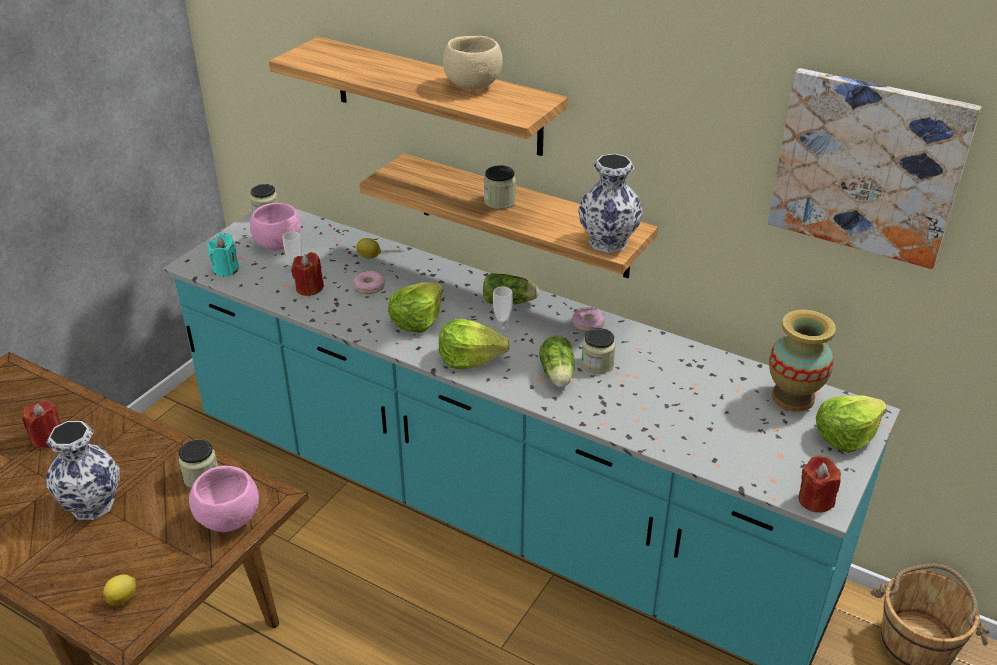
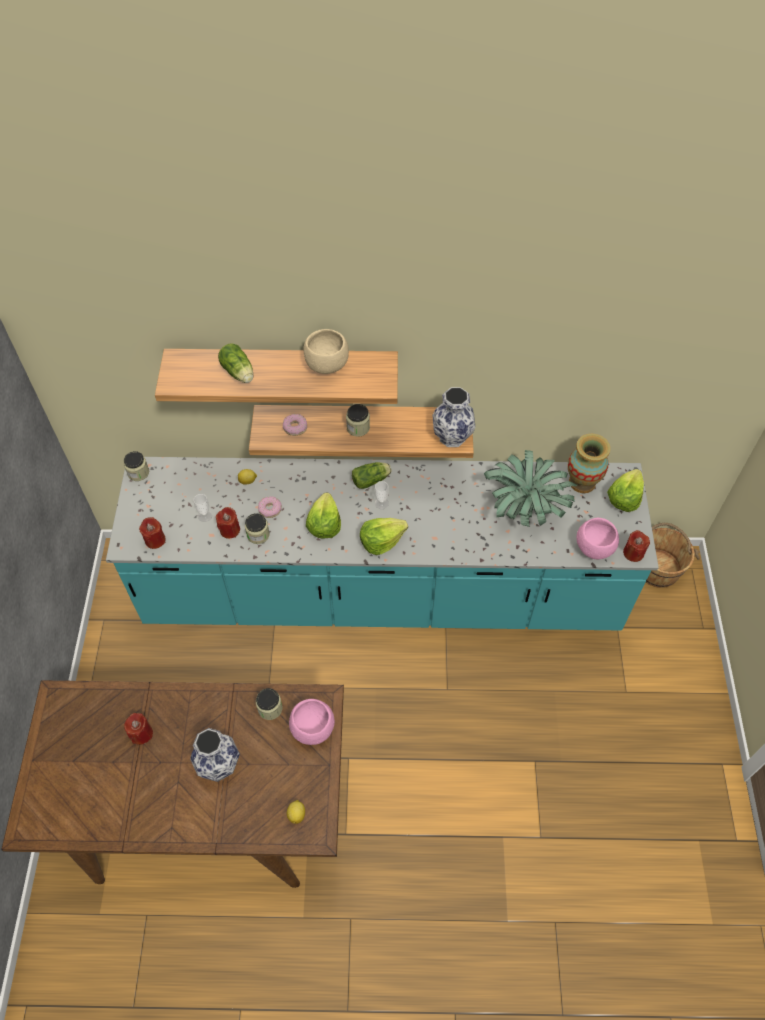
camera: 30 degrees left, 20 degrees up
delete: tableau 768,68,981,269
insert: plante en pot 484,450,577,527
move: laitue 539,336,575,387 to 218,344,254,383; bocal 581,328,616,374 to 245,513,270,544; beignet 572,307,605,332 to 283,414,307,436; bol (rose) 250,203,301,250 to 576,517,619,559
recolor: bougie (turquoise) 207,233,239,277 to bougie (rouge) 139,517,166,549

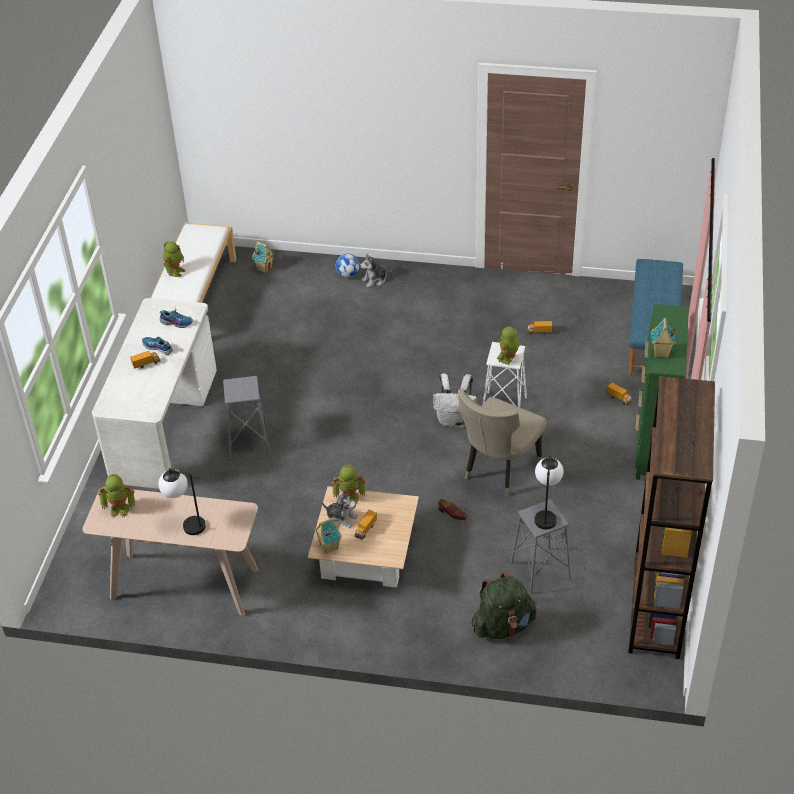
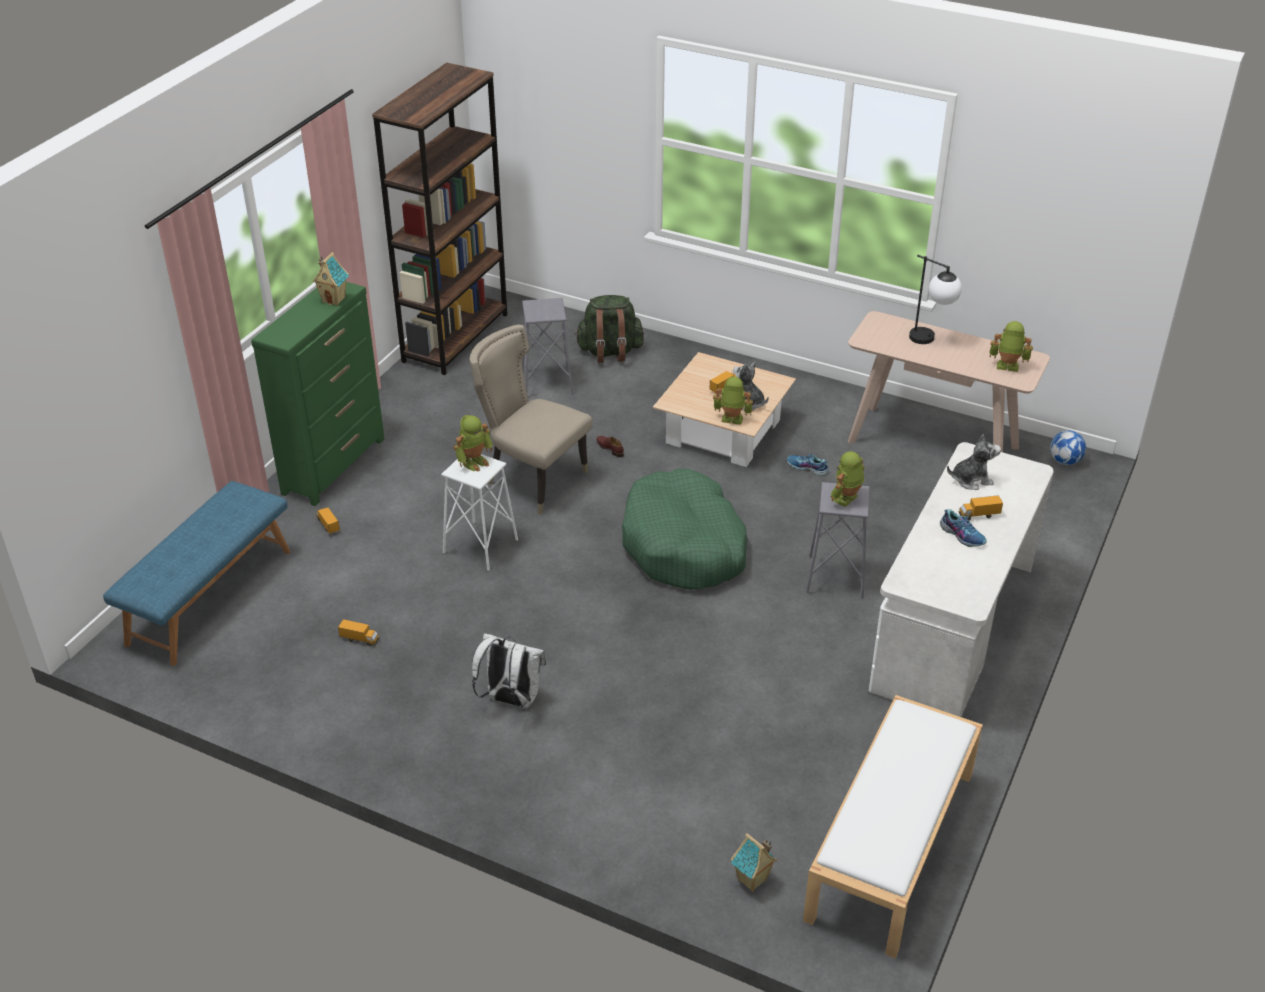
camera: 165 degrees left, 5 degrees down
delete: maison miniature 314,517,342,554; lampe de table 535,456,563,530
insert: panier pour chien (vert) 622,469,748,590
move: sac à dos (blanc) 433,373,477,428 to 472,633,546,708; chaussure 160,308,193,328 to 787,454,829,476; robot jouet 163,241,185,277 to 830,451,865,507; peluche 360,253,390,287 to 947,434,1001,490; ballon de foot 336,254,360,278 to 1050,430,1086,465
rotate: chaise (beige) 458,389,547,497 = 470,325,593,515 105 degrees counterclockwise

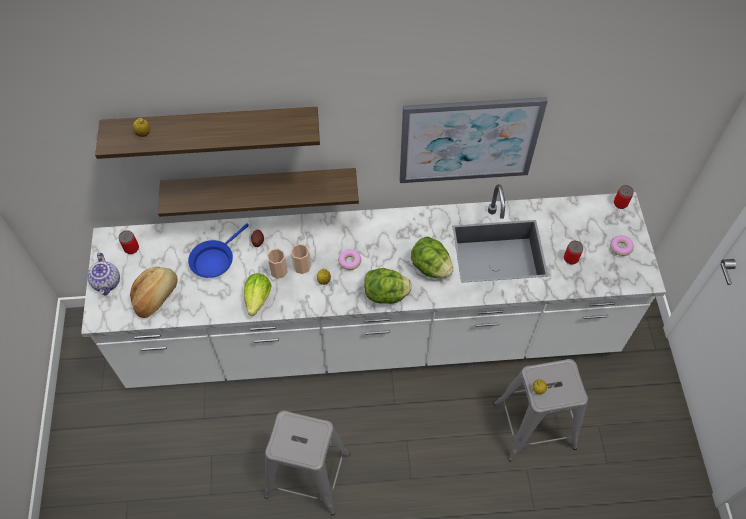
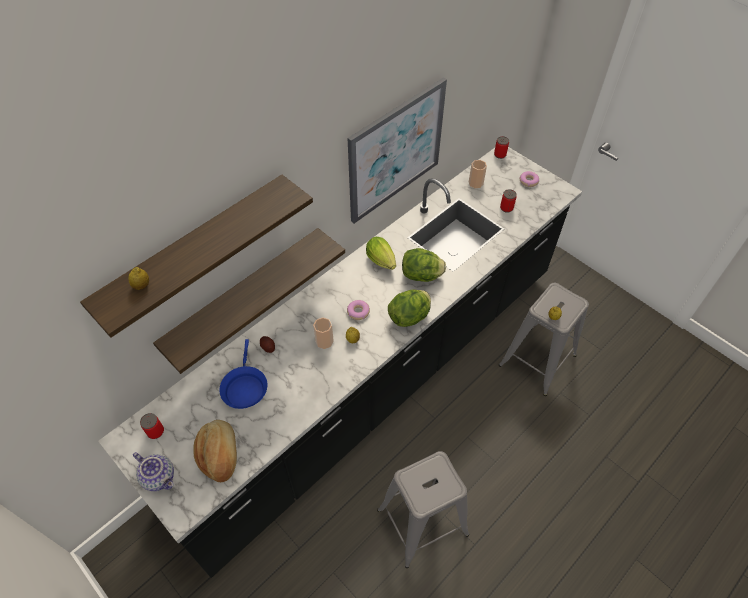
camera: 40 degrees left, 5 degrees down
move: laitue 244,273,272,316 to 366,237,396,270; tasse 267,248,288,279 to 469,160,487,188
recolor: comptoir de cuisine (blanc) 81,184,666,388 to comptoir de cuisine (noir) 98,147,582,578

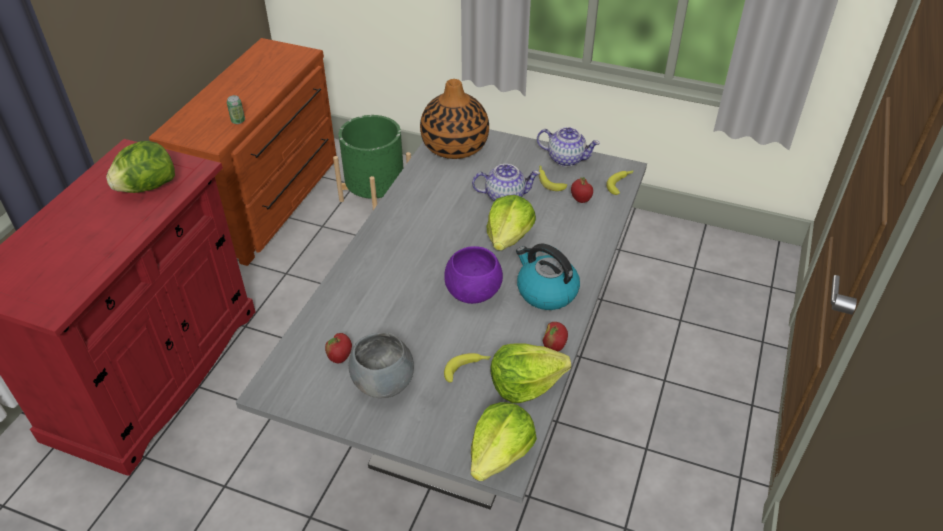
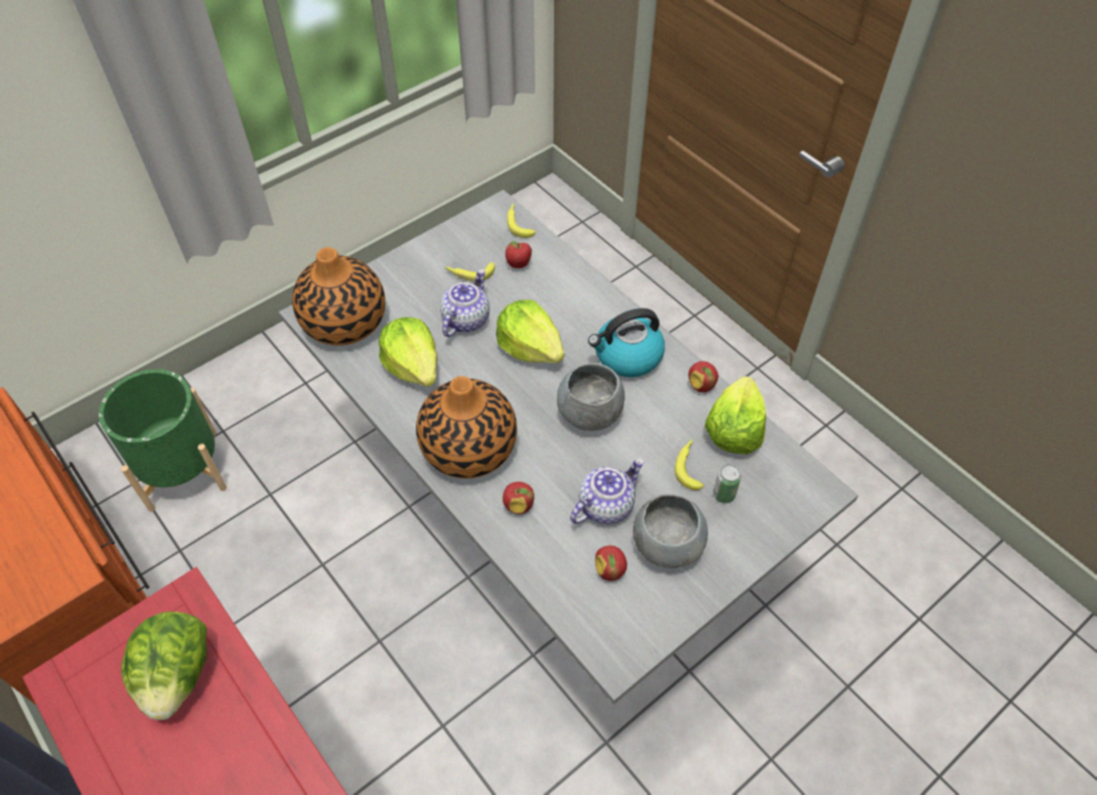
camera: 60 degrees left, 10 degrees up
insert: vase 416,376,517,479; pomme 503,482,534,514
move: laitue 471,402,537,481 to 379,317,437,387; théière 537,127,600,167 to 570,458,644,524; boîte métallique 227,95,245,124 to 713,464,741,503
recolor: bol (violet) 444,246,503,304 to bol (gris) 557,363,625,431

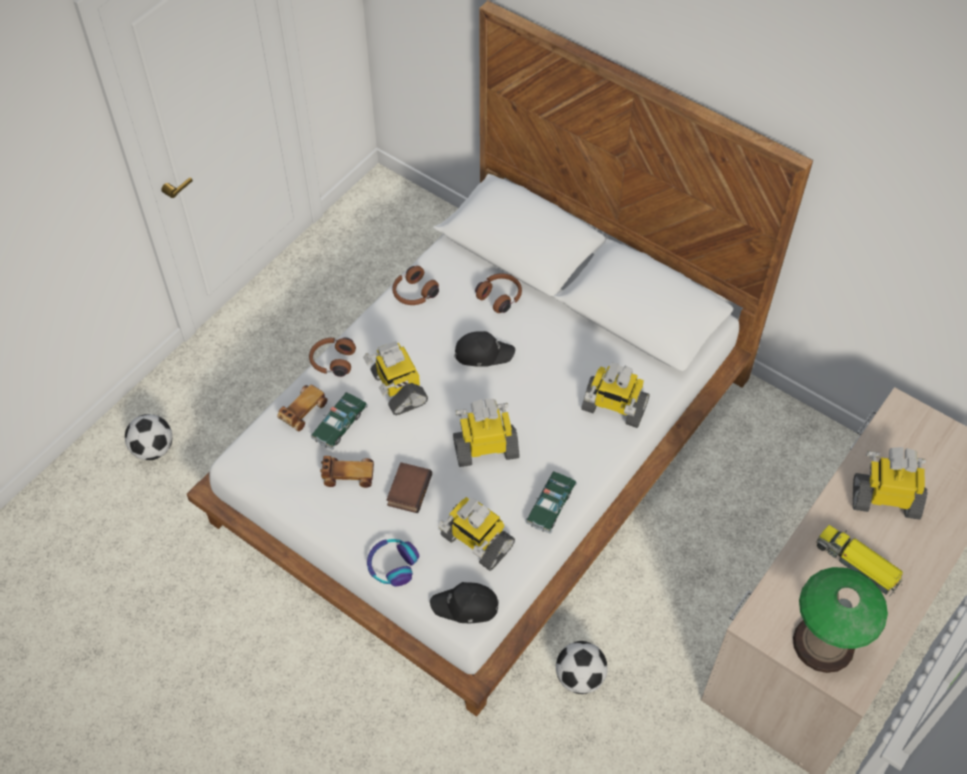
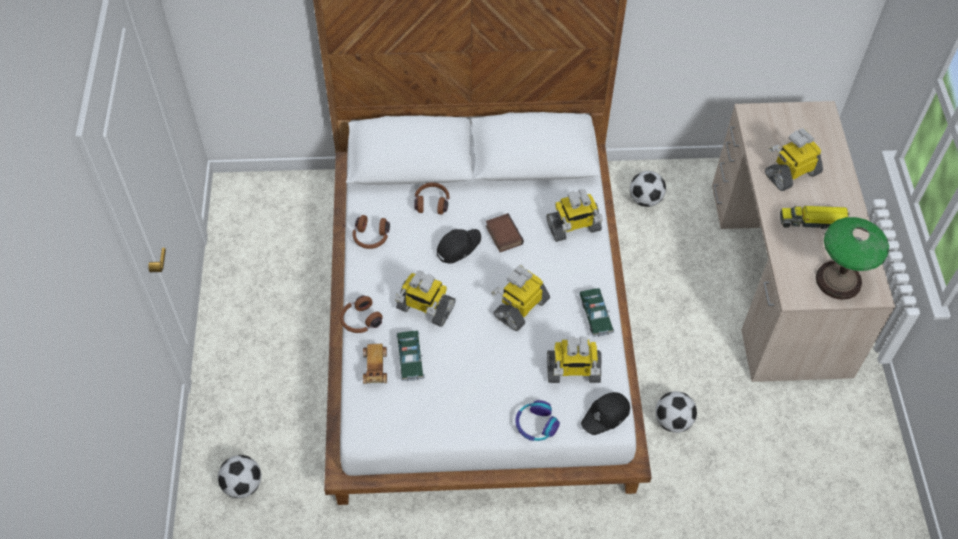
camera: 40 degrees left, 0 degrees up
delete: petite voiture 320,456,374,488
insert: ballon de foot 630,171,666,207
move: livre 387,462,432,513 to 486,213,524,252

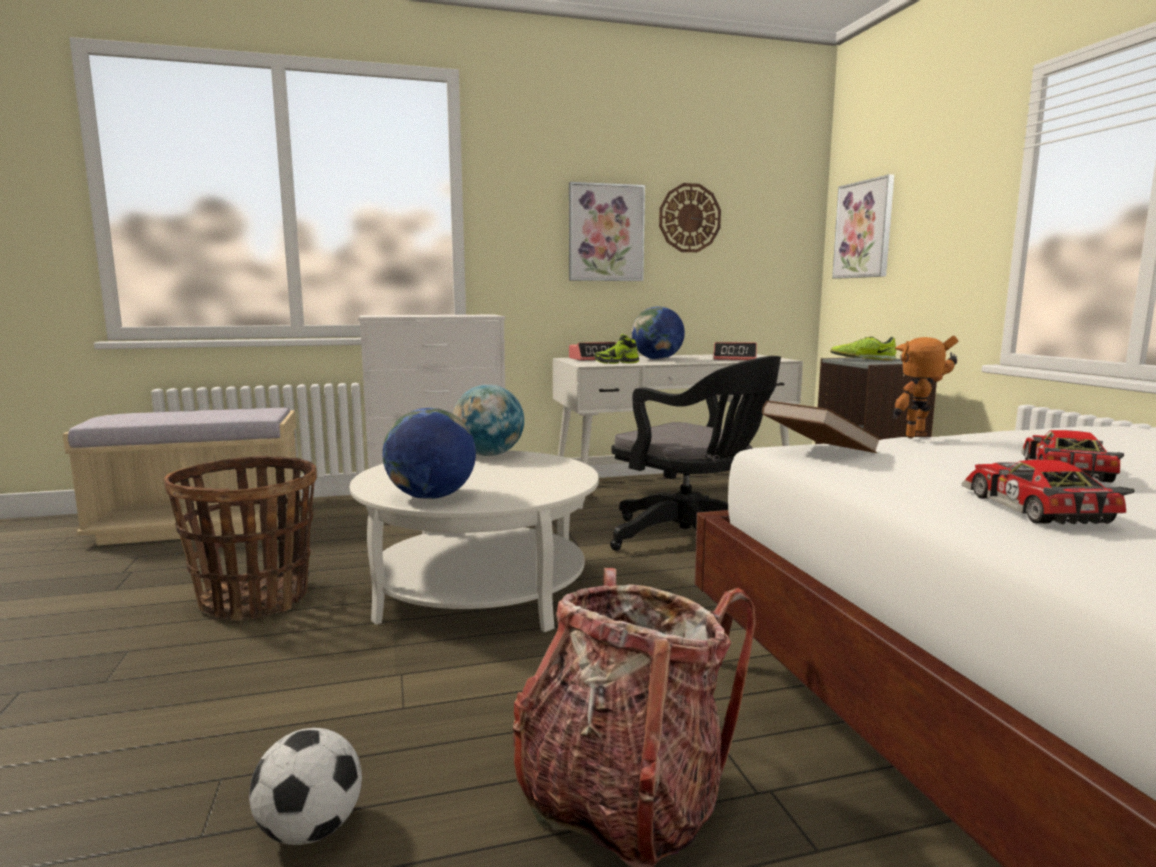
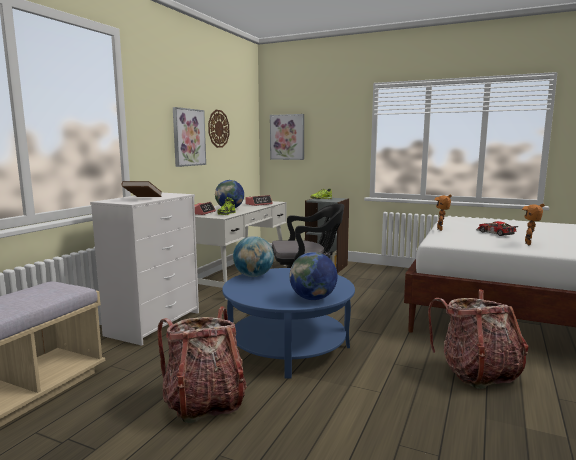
camera: 50 degrees left, 0 degrees up
delete: ballon de foot 249,728,362,845
move: livre (marron) 762,400,881,453 to 122,181,162,197
replace: panier 164,456,317,621 to sac à dos 157,306,247,423; petite voiture 961,459,1135,524 to robot jouet 522,204,545,245
recolor: table basse (blanc) 350,450,599,632 to table basse (bleu) 222,268,355,378

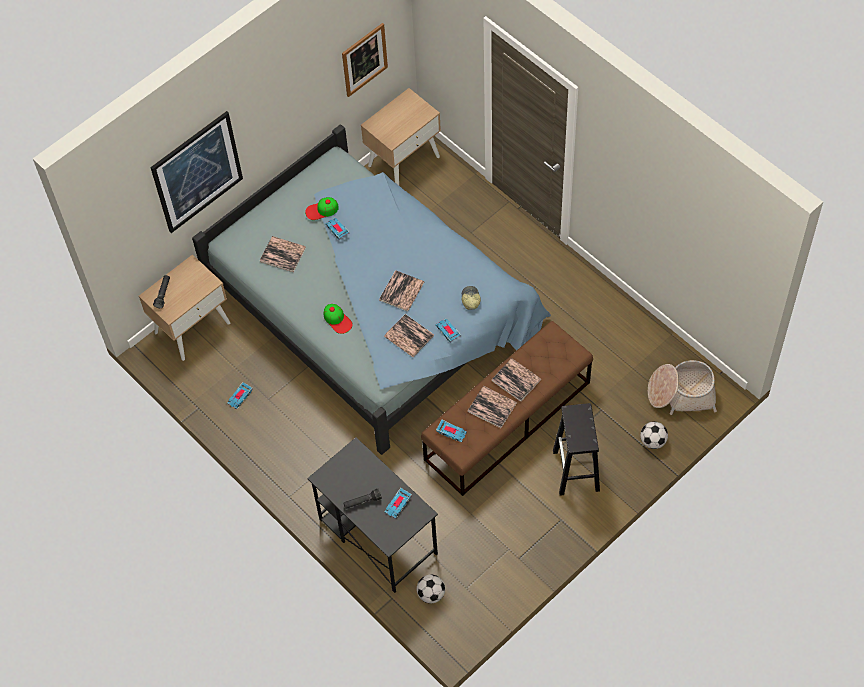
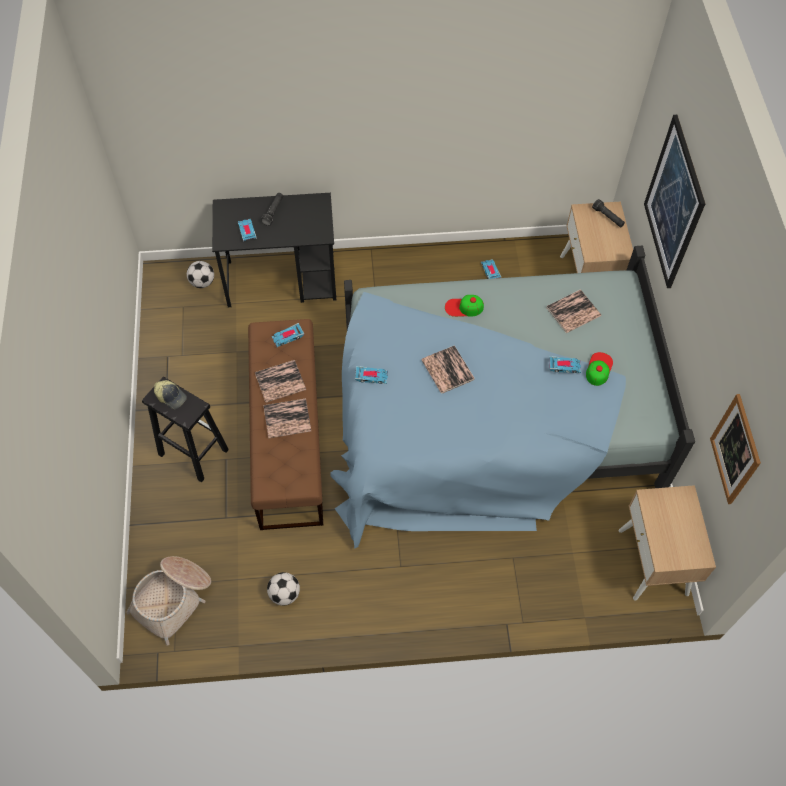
camera: 125 degrees right, 0 degrees up
delete: livre 384,314,434,357
move: casquette 461,286,481,310 to 154,380,187,409; ballon de foot 640,422,668,449 to 267,572,300,606

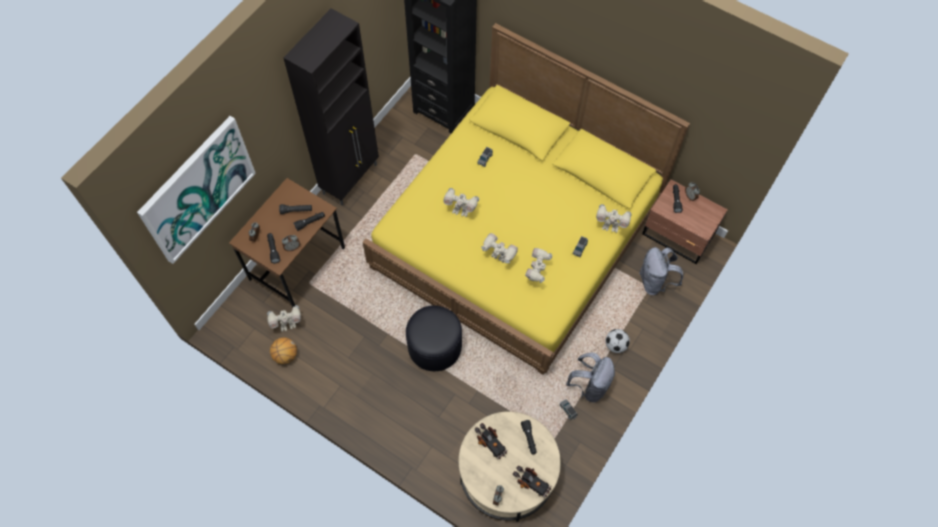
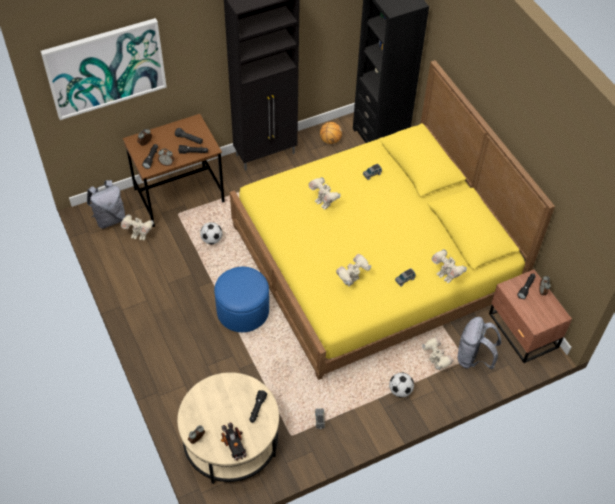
camera: 30 degrees right, 10 degrees down
delete: camion jouet 475,423,508,459
insert: ballon de foot 200,222,222,244
move: sac à dos (gris) 566,353,615,402 to 87,180,126,229; ballon de basket 270,337,297,364 to 320,122,342,144; robot jouet 481,233,518,263 to 422,337,454,370
recolor: pouf (noir) 406,305,462,371 to pouf (bleu) 214,267,269,332

